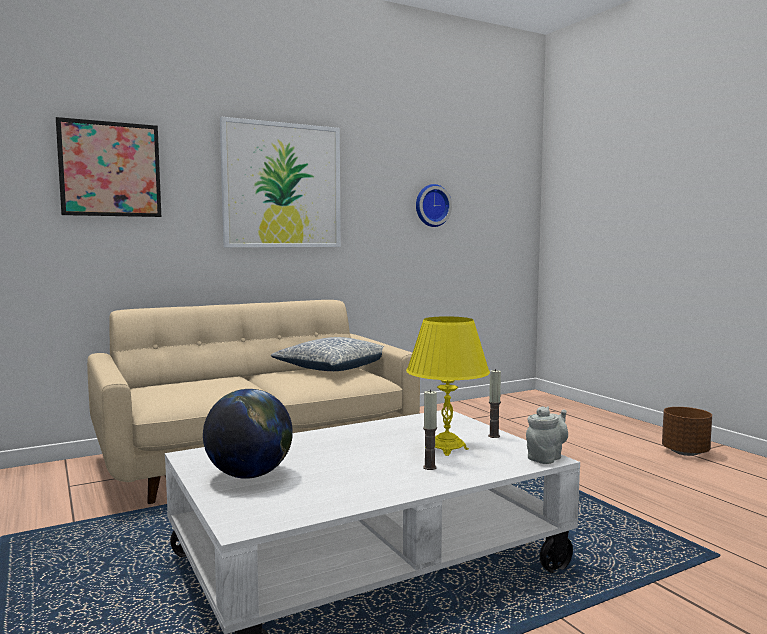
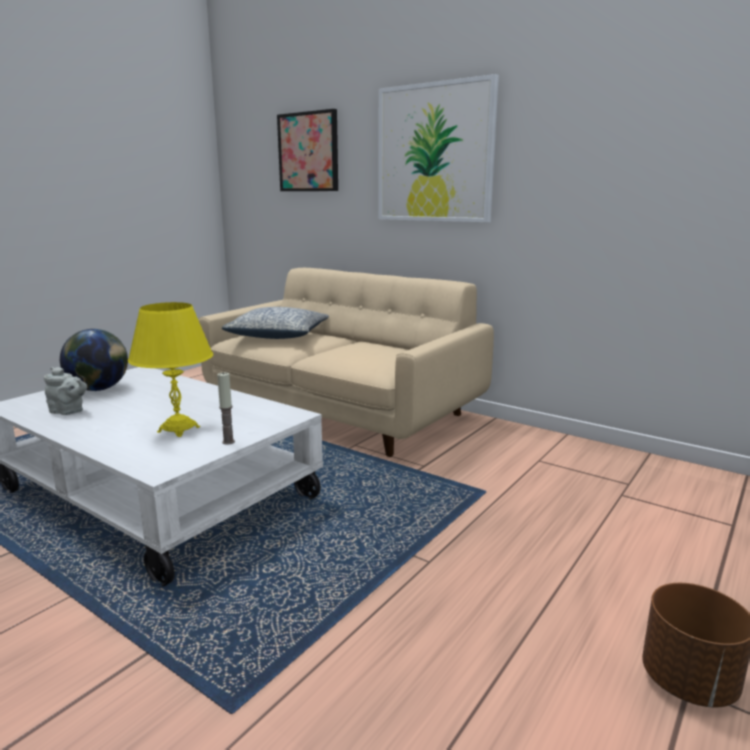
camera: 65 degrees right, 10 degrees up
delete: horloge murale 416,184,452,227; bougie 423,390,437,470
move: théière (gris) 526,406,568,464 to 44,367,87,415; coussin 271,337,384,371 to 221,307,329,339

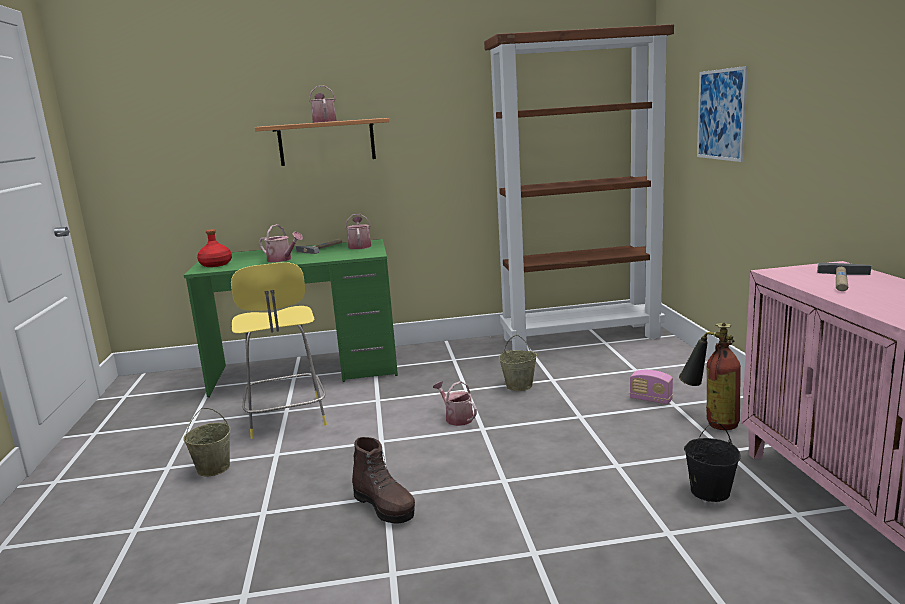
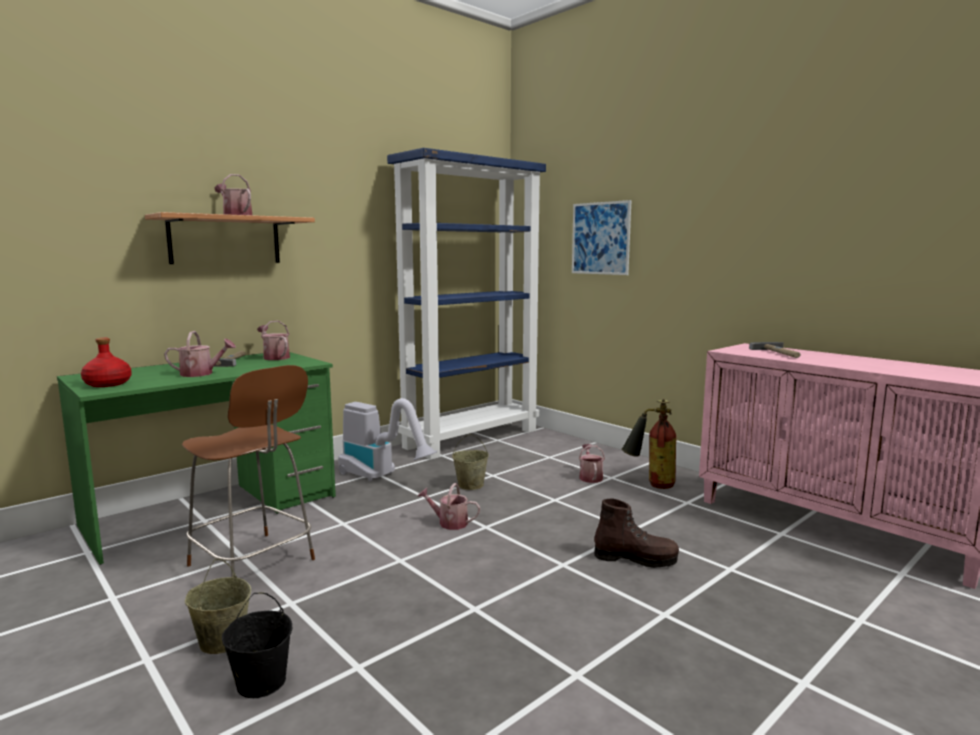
camera: 35 degrees left, 5 degrees down
insert: aspirateur 338,398,437,481
move: seau (noir) 684,421,741,502 to 222,592,292,698; botte (marron) 352,437,415,523 to 594,498,679,568
replace: radio 630,370,673,404 to arrosoir 579,444,605,483
recolor: tabouret (jaune) 231,262,327,439 to tabouret (marron) 182,365,315,577; bibliothèque (marron) 484,24,674,351 to bibliothèque (bleu) 387,148,546,460

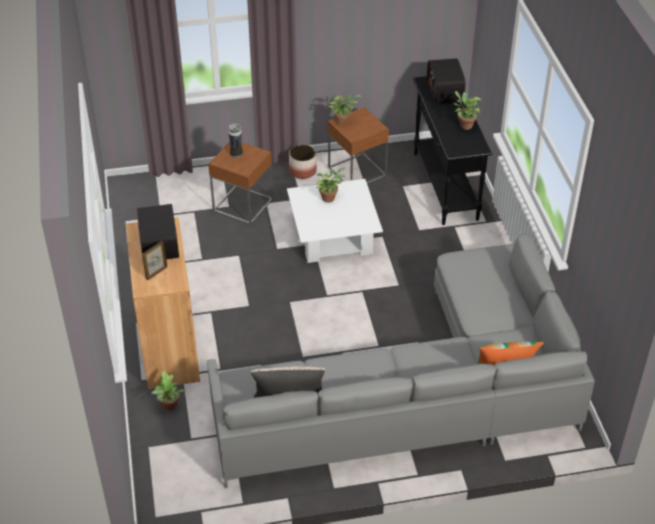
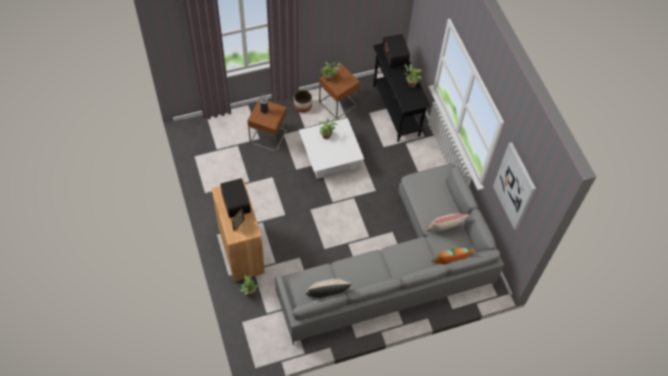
camera: 10 degrees left, 15 degrees up
insert: coussin (beige) 425,214,469,231; tableau 493,142,536,230

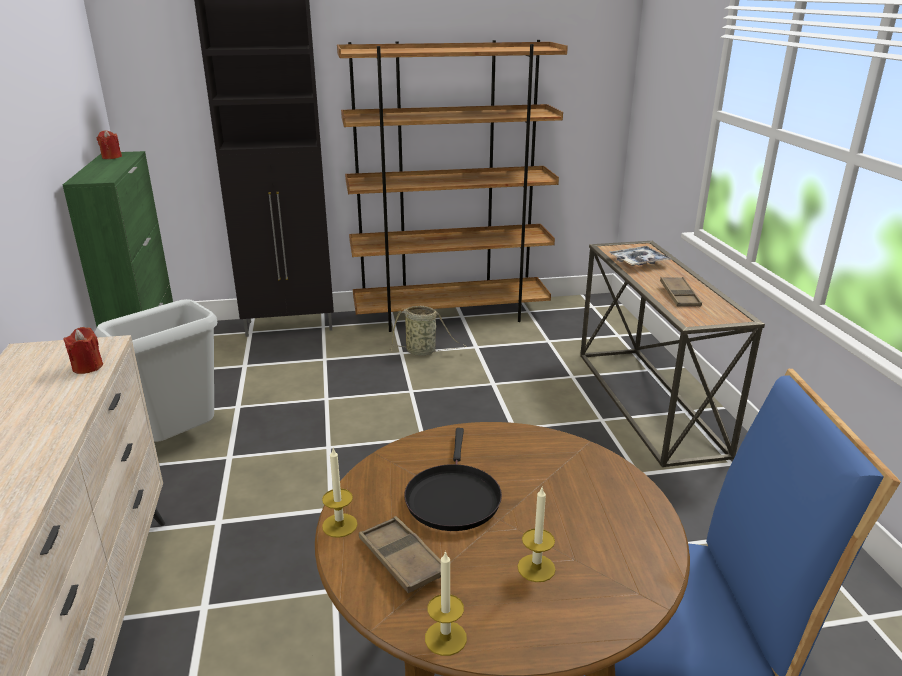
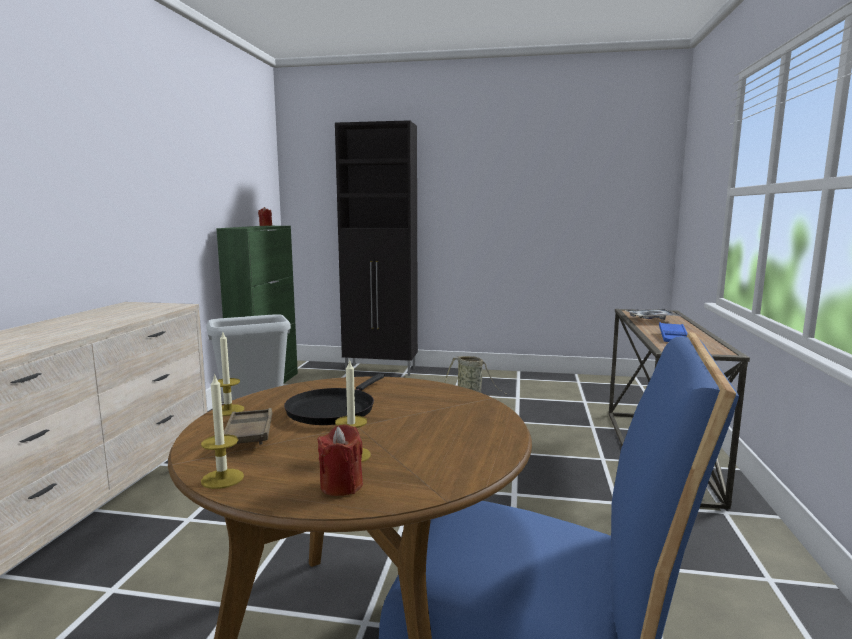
camera: 20 degrees right, 15 degrees down
delete: bibliothèque (marron) 337,40,568,332
move: bougie (rouge) 63,327,103,374 to 317,424,363,496
recolor: plateau (marron) 660,277,702,307 to plateau (bleu) 659,322,688,342

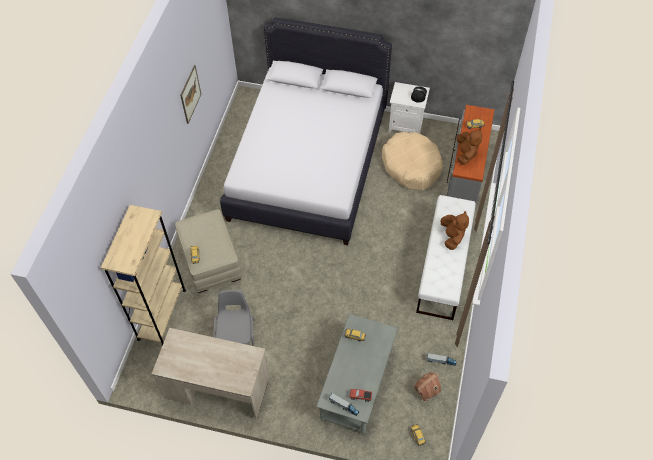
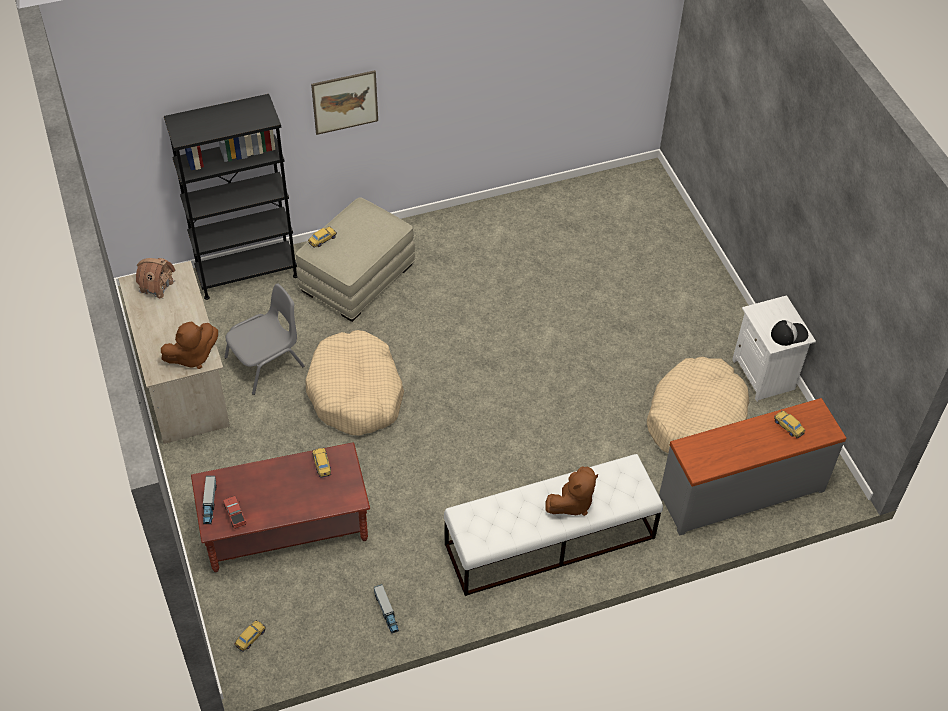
camera: 55 degrees right, 5 degrees down
delete: lit (blanc) 220,17,392,245
insert: panier pour chien (beige) 305,330,404,436
move: maison miniature 414,372,441,402 to 136,258,175,299; peluche (marron) 457,128,483,165 to 161,322,218,369; tableau 180,65,201,124 to 311,70,378,135
recolor: bibliothèque (beige) 101,205,186,346 to bibliothèque (noir) 164,94,297,300; table basse (gris) 316,314,398,434 to table basse (marron) 191,442,370,572

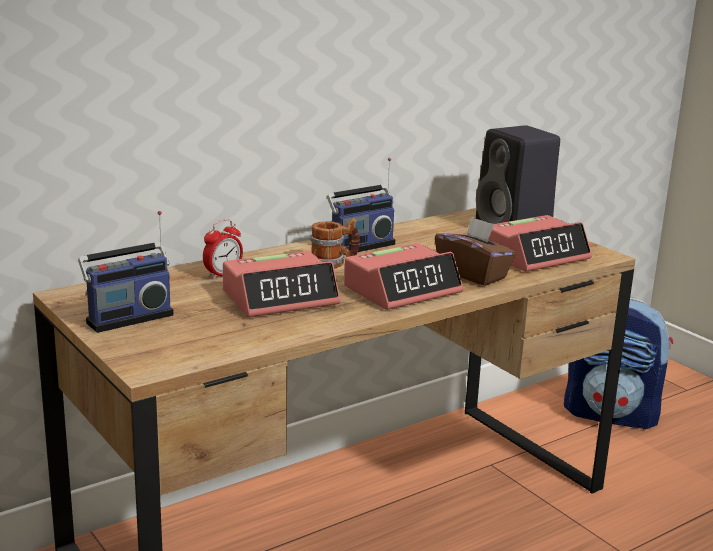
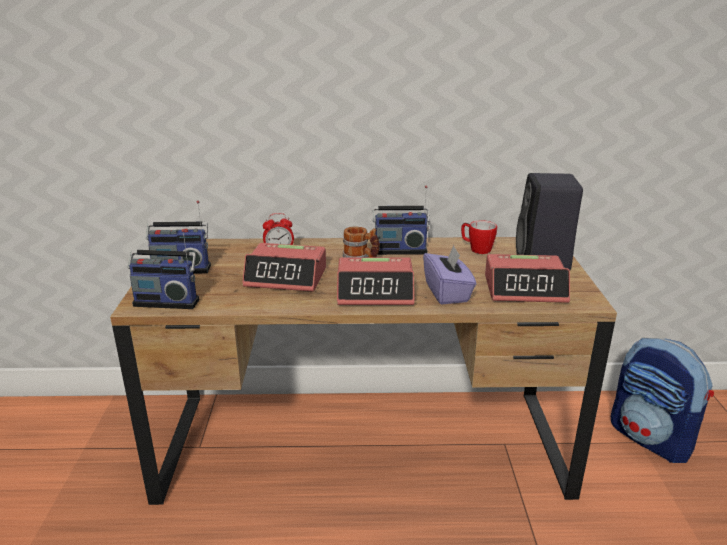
camera: 35 degrees right, 5 degrees up
insert: radio 128,229,200,309; mug 461,220,497,254
recolor: boîte à mouchoirs (marron) 435,216,516,286 to boîte à mouchoirs (violet) 423,245,476,305

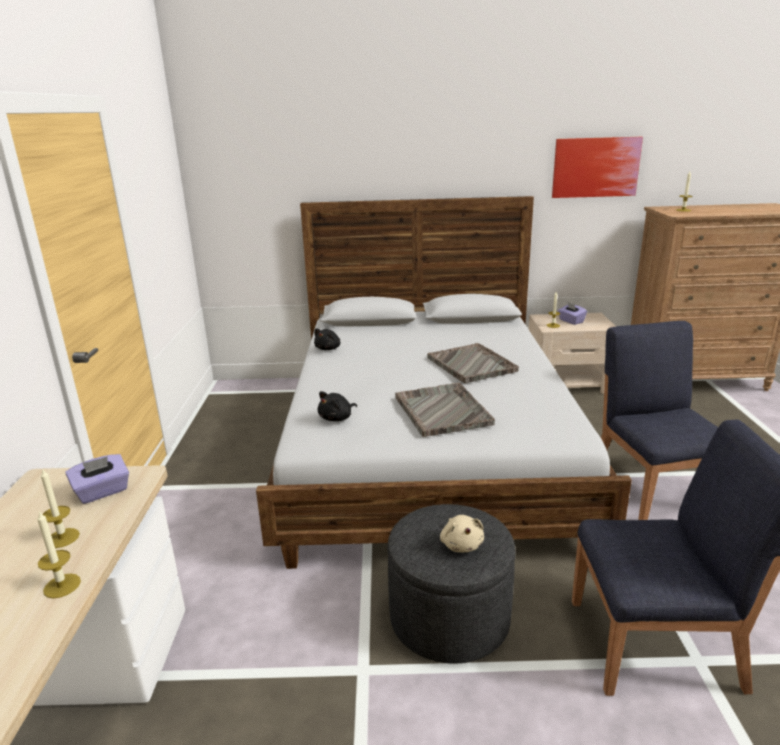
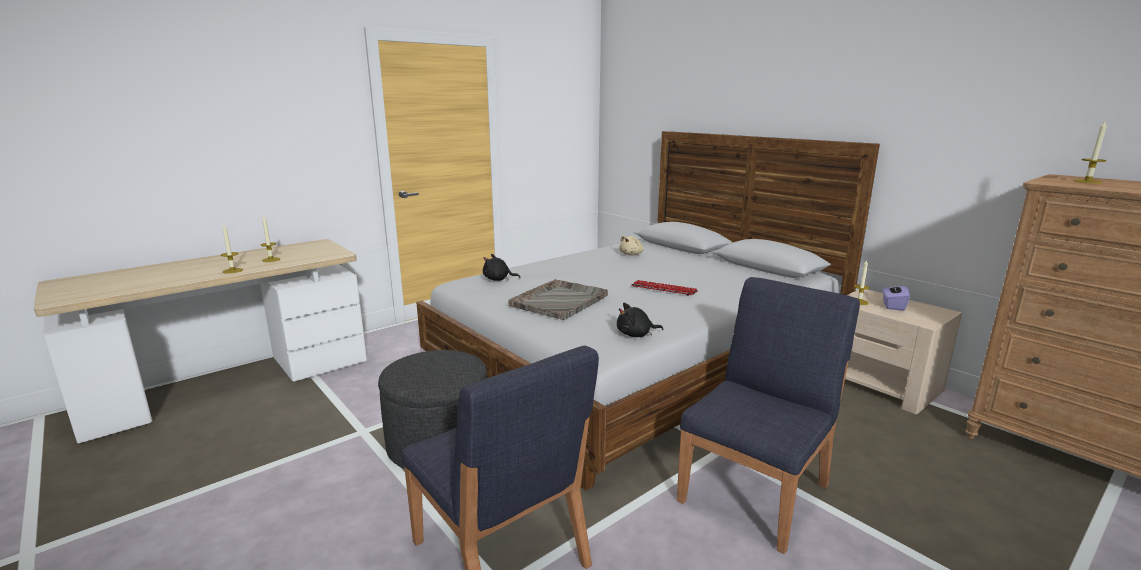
camera: 50 degrees right, 5 degrees down
delete: boîte à mouchoirs (violet) 65,454,129,504; tableau 552,137,643,198
move: peluche (noir) 314,328,340,350 to 617,303,664,337; peluche (beige) 440,515,484,552 to 620,235,644,255
replace: plateau (gris) 427,343,519,383 to clavier 631,280,698,296

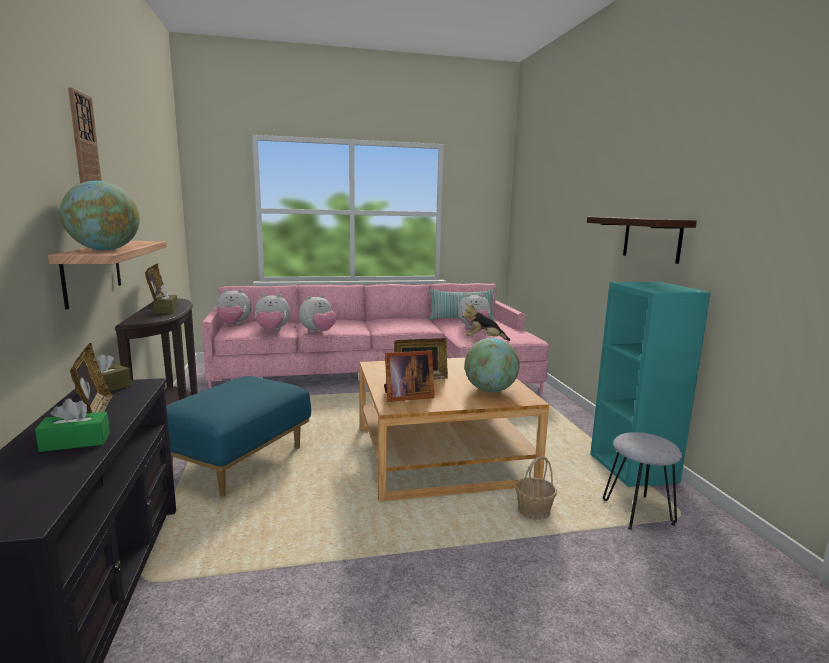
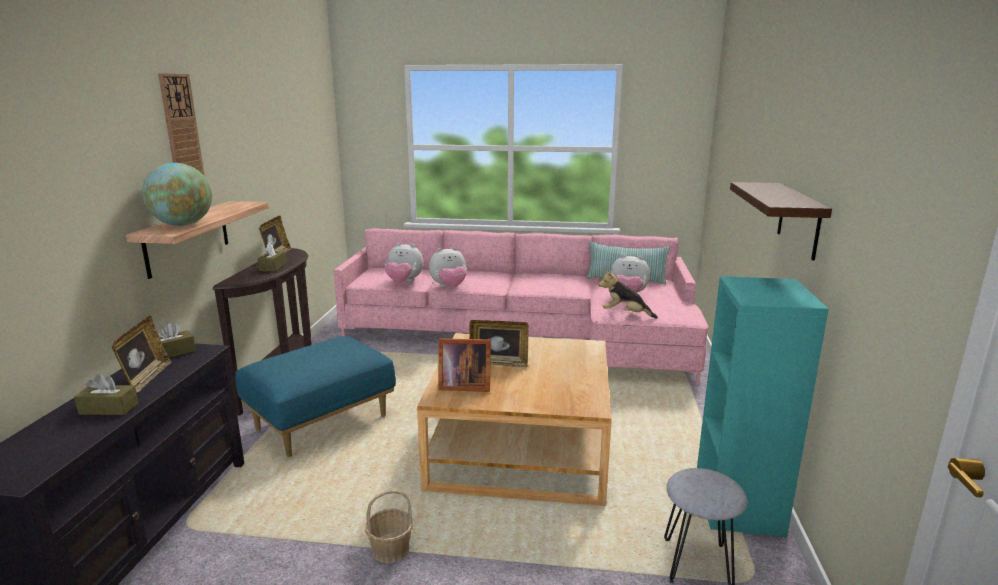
camera: 20 degrees right, 5 degrees up
delete: peluche 216,289,251,325; globe 465,338,520,392
move: panier 515,456,557,520 to 365,490,413,563
recolor: boîte à mouchoirs (vert) 35,398,110,452 to boîte à mouchoirs (marron) 74,374,139,415

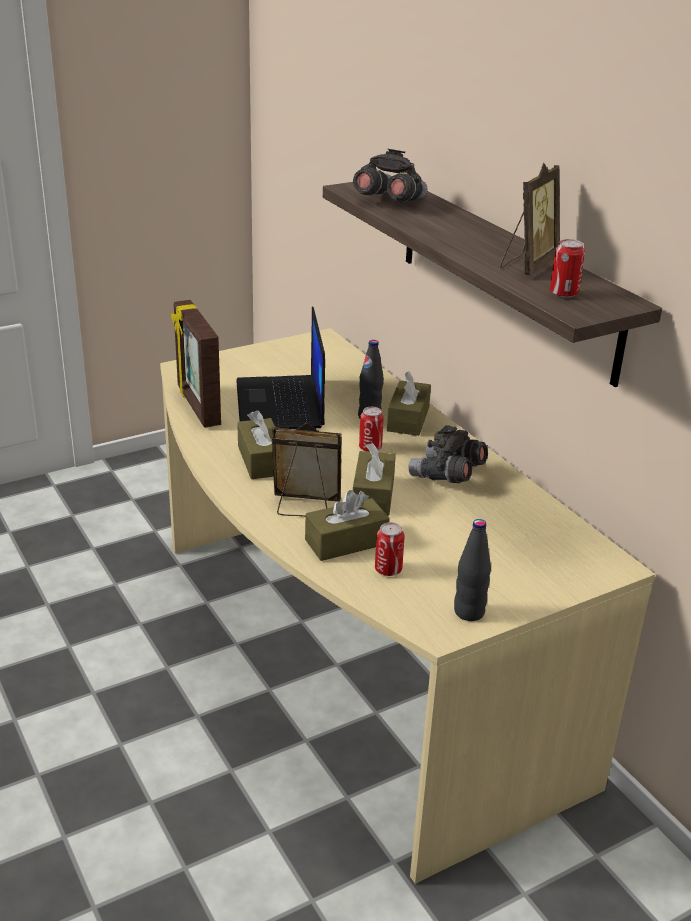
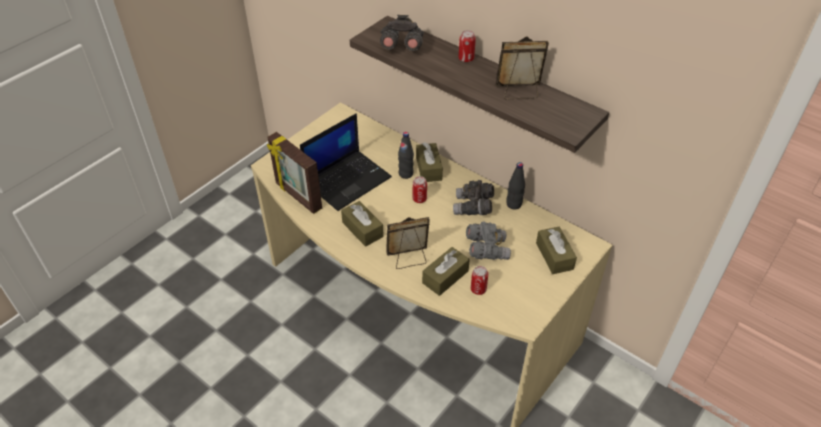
camera: 20 degrees left, 15 degrees up
insert: jumelles (gris) 466,221,511,260
move: boîte métallique 550,239,585,298 to 459,30,476,62; bouteille (noir) 454,519,491,621 to 506,162,525,209; boîte à mouchoirs (marron) 353,443,396,516 to 536,227,577,274
rotate: ordinateur portable 236,307,325,429 = 300,113,392,211 105 degrees counterclockwise; cadre photo 500,163,560,275 = 496,36,549,100 105 degrees counterclockwise

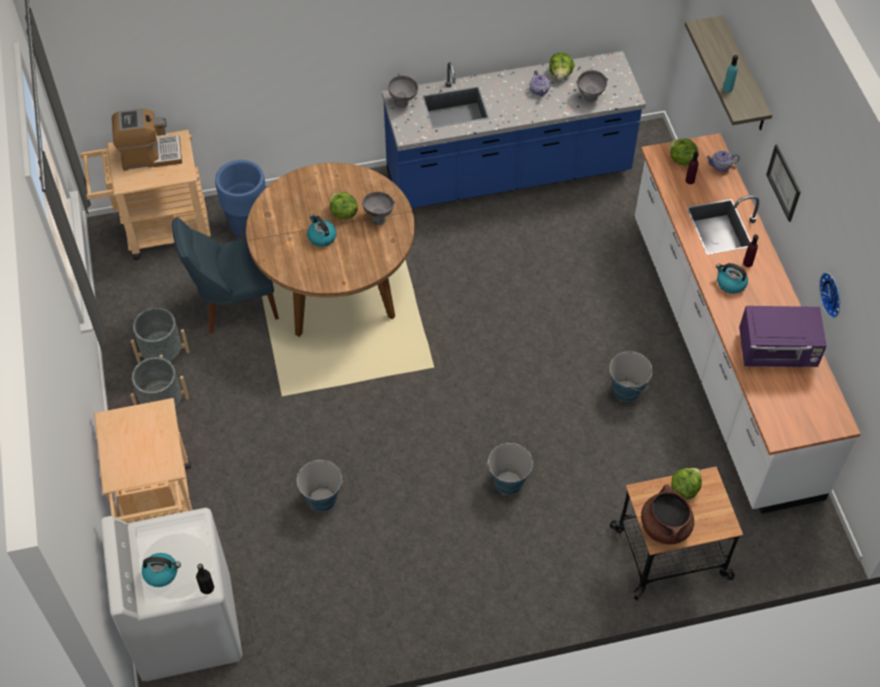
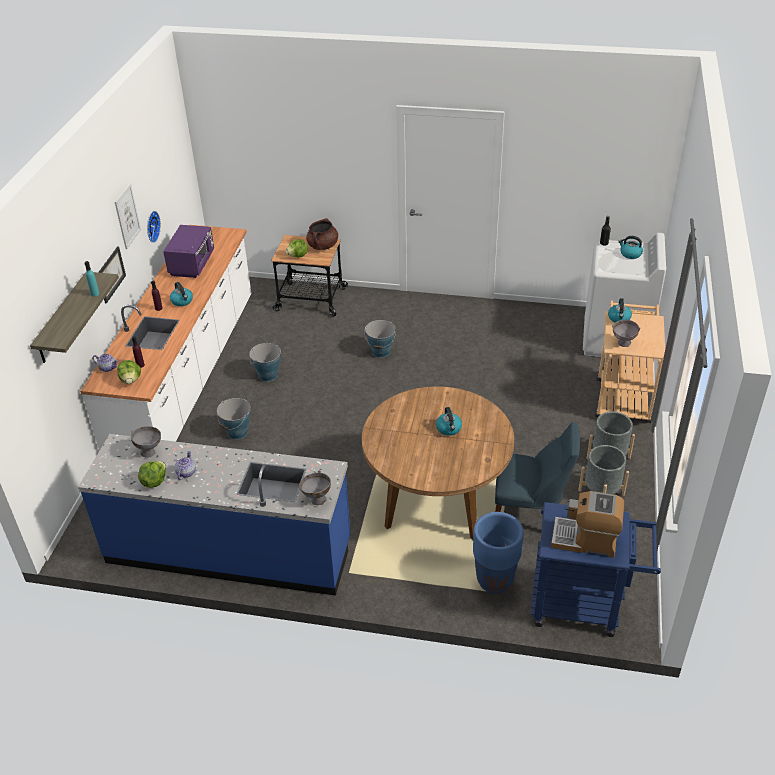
camera: 155 degrees left, 15 degrees down
delete: laitue 330,192,358,220
insert: tableau 115,183,141,249; bouilloire 608,298,632,323
move: seau 297,460,344,512 to 217,398,251,439; bol (gris) 361,192,395,225 to 612,320,641,347
recolor: chariot (beige) 80,130,211,260 to chariot (bleu) 531,502,661,637
rotate: micro-ondes (violet) 739,306,827,367 = 163,225,214,278 75 degrees clockwise

